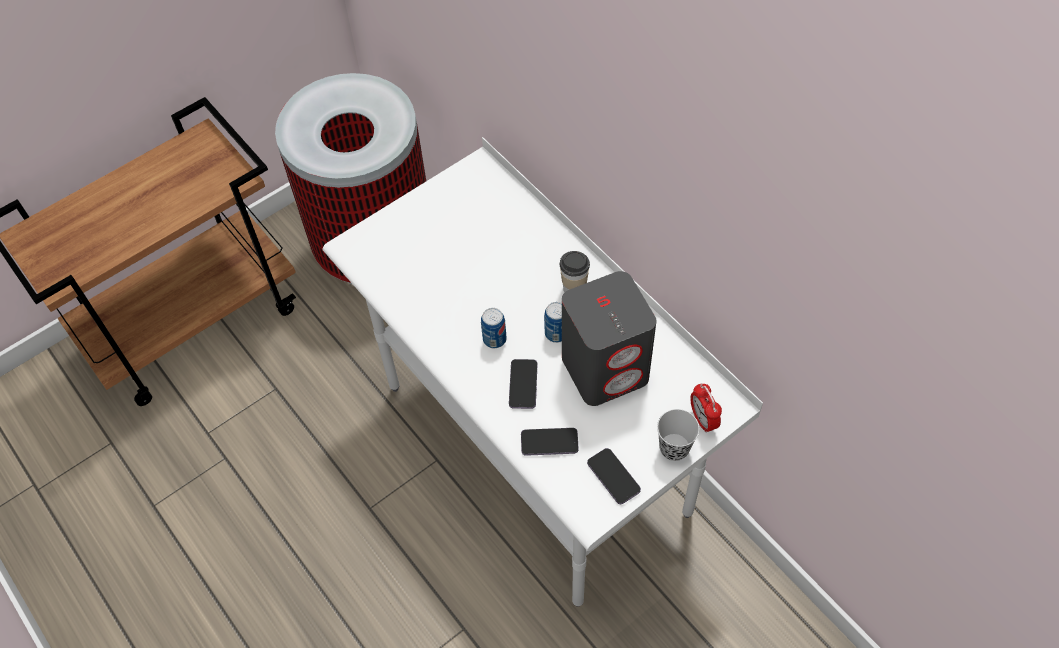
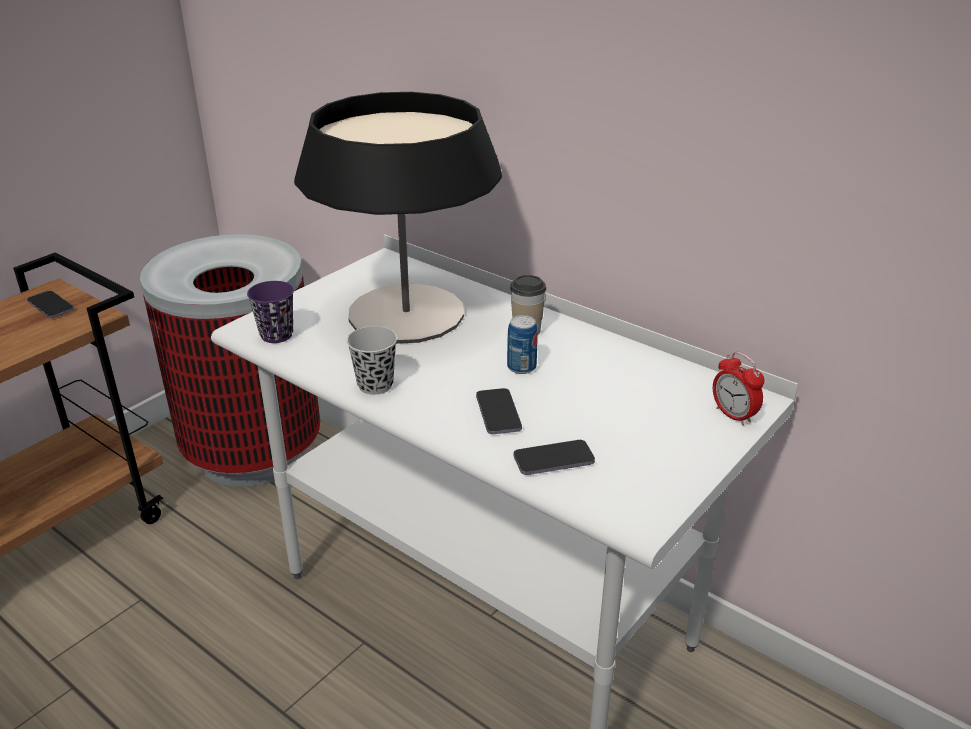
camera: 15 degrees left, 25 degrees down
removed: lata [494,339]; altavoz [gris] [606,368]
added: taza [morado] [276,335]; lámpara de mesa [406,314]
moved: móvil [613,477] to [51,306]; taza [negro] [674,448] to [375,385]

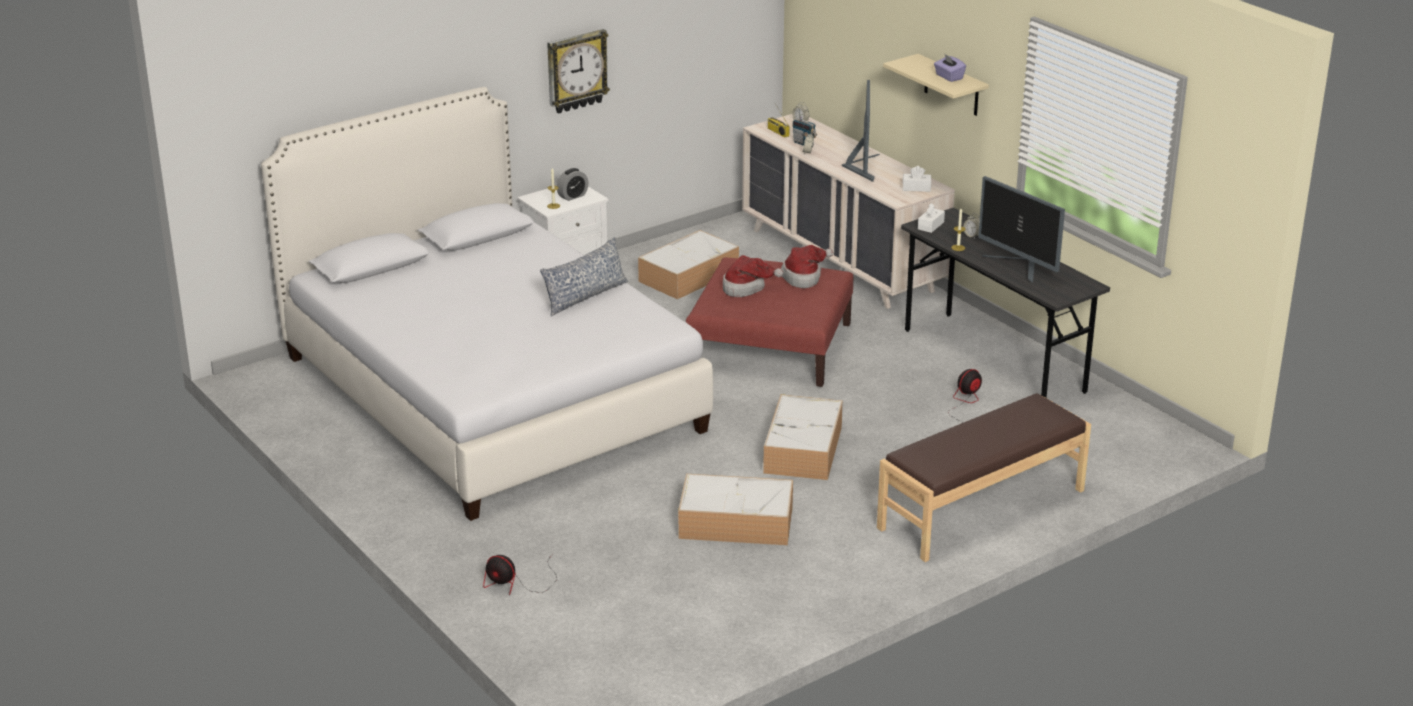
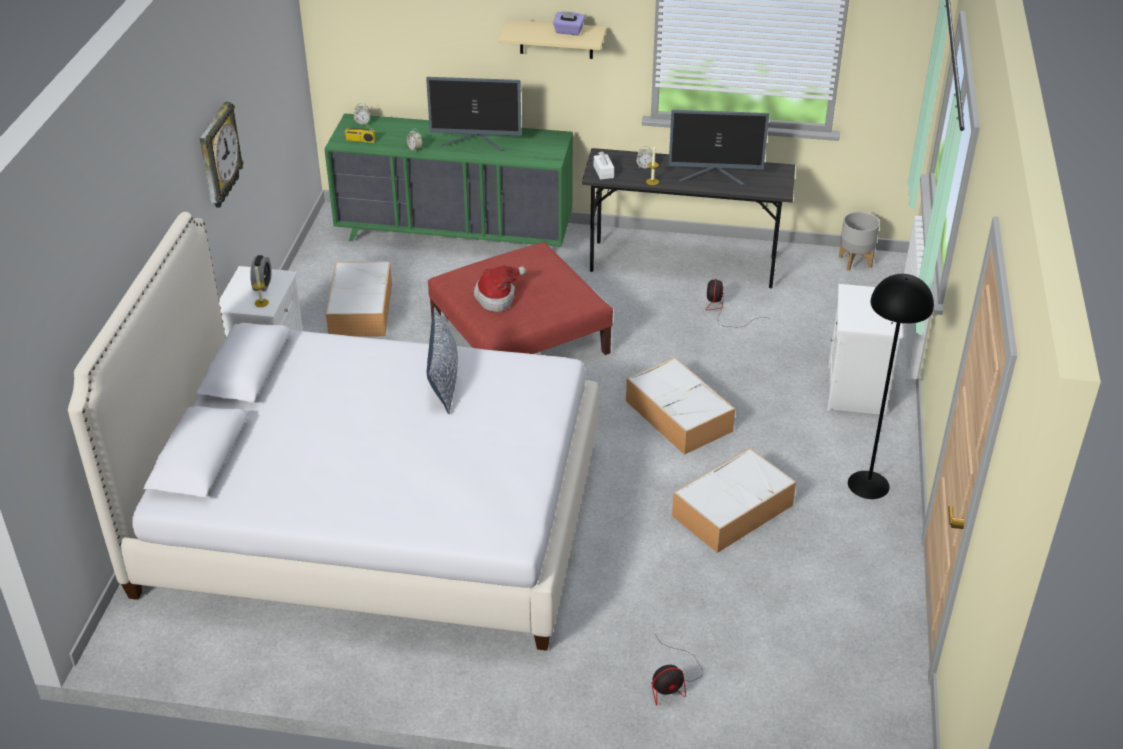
camera: 45 degrees left, 10 degrees up
removed: sombrero [804,277]; radio [803,143]; caja de pañuelos [blanco] [916,188]
added: maceta [gris] [855,261]; lámpara de pie [negro] [868,485]
replaced: banco [marrón] [982,510] to mesita de noche [blanco] [857,391]
recoloured: cómoda [beis] [842,260] to cómoda [verde] [455,234]
turned: monitor [862,167] = [476,142] 135 degrees clockwise

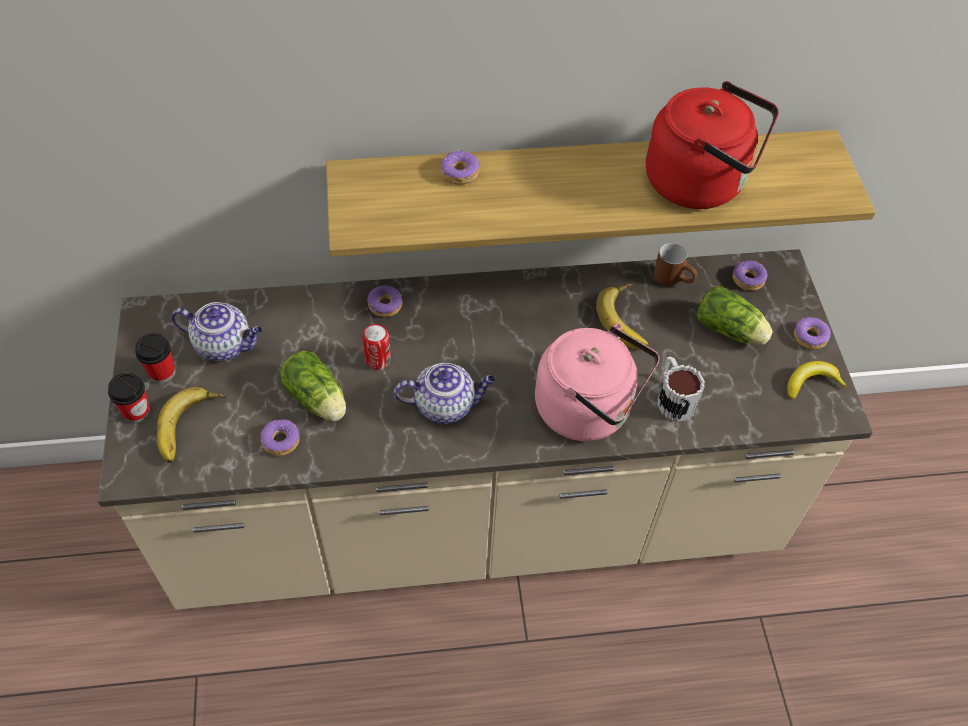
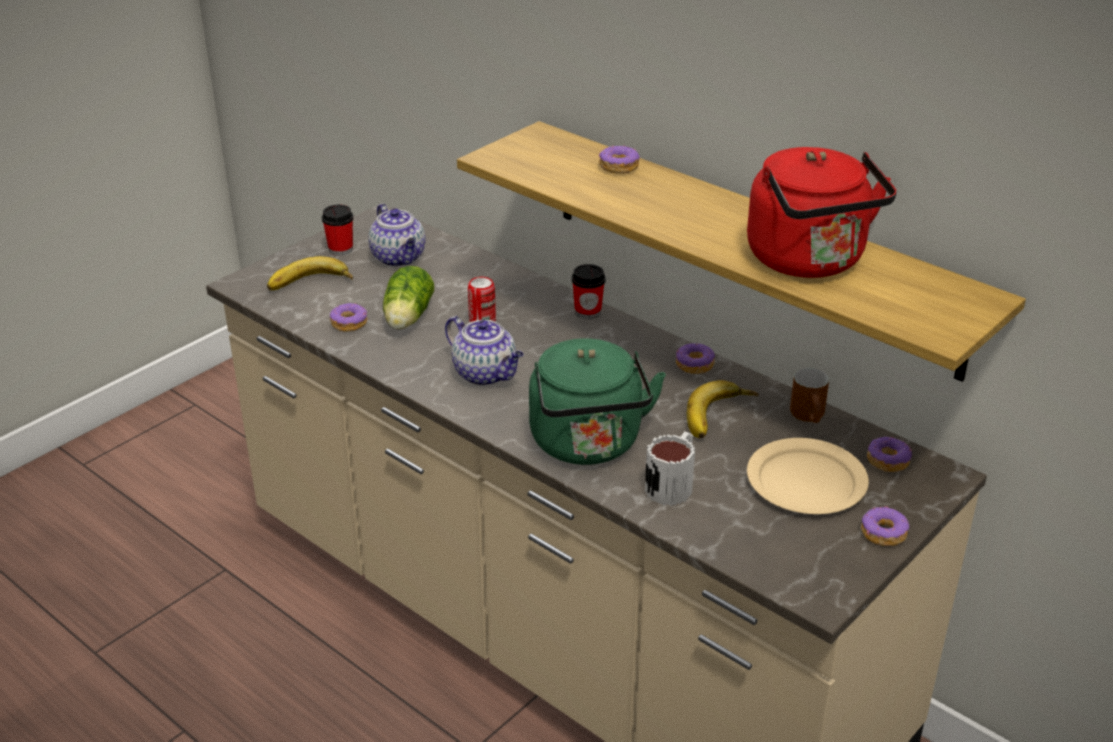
camera: 50 degrees right, 20 degrees down
removed: plátano [811,383]
moved: taza [137,412] to [588,312]; rosquilla [385,305] to [694,365]
replaced: lechuga [731,331] to plato [beis] [807,480]
recoloured: hervidor [rosa] [588,410] to hervidor [verde] [588,445]

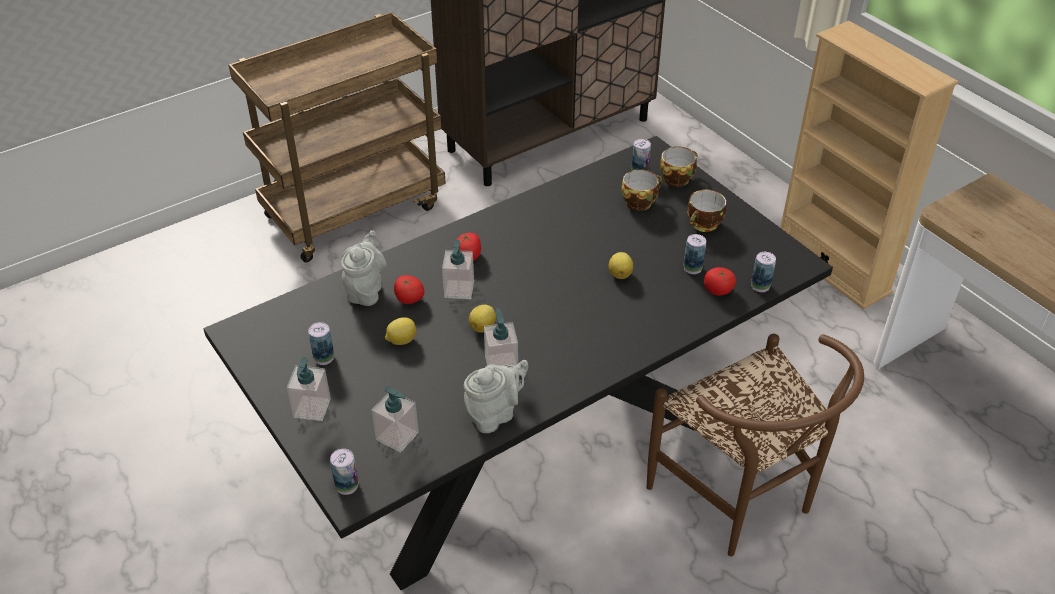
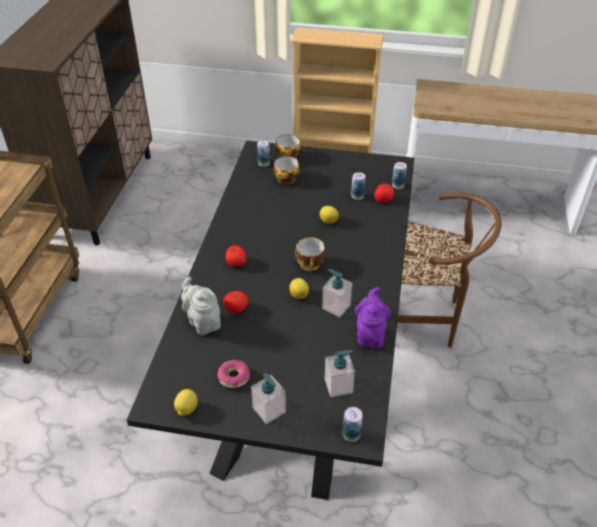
camera: 45 degrees left, 0 degrees up
removed: dispensador de jabón [459,289]
moved: limón [401,340] to [186,409]; taza [704,225] to [311,265]
replaced: lata [324,358] to rosquilla [234,377]
recoloured: tetera [gris] [495,414] to tetera [morado] [370,334]

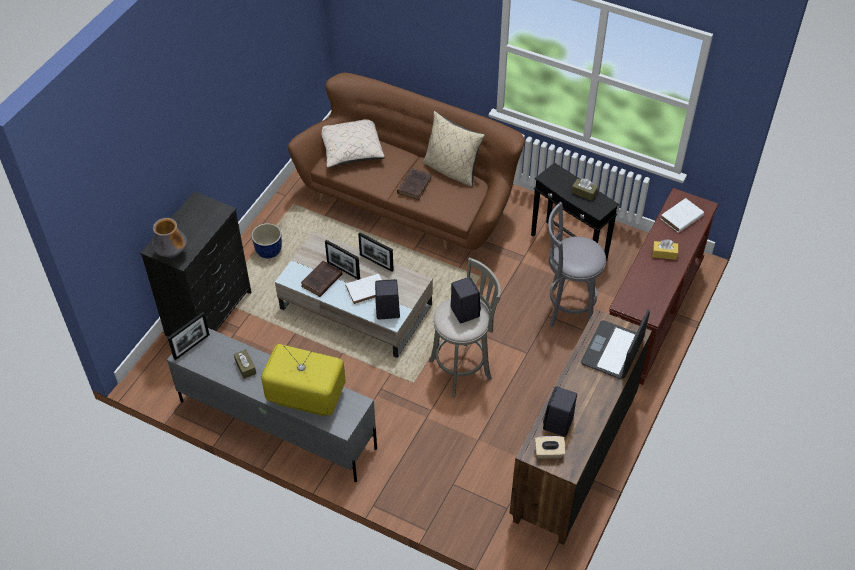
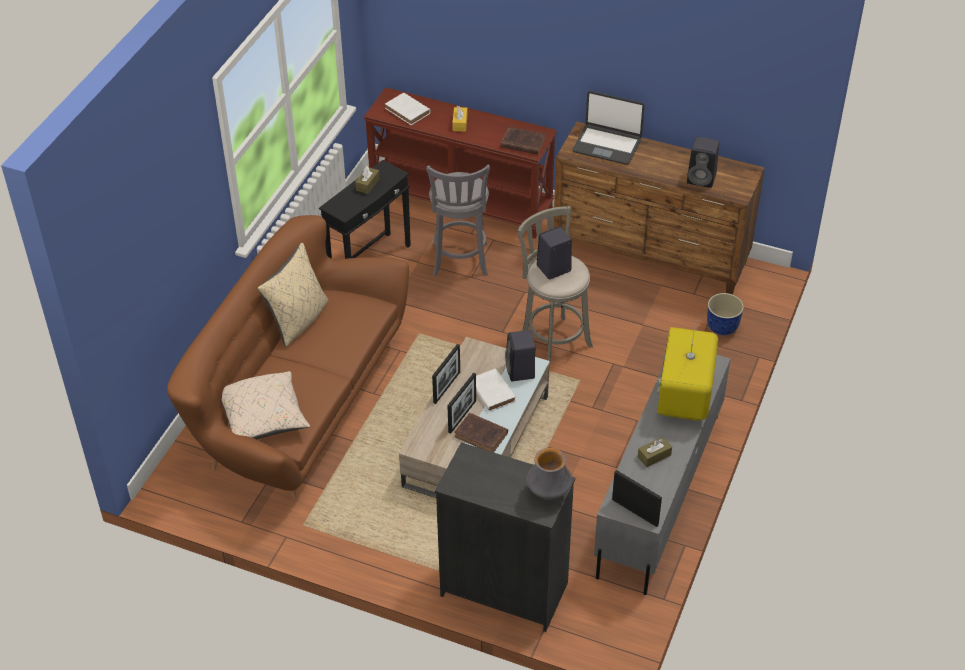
camera: 95 degrees left, 5 degrees down
removed: caja de pañuelos [beis] [549,453]
moved: maceta [268,251] to [722,328]; libro [marrón] [415,185] to [521,143]

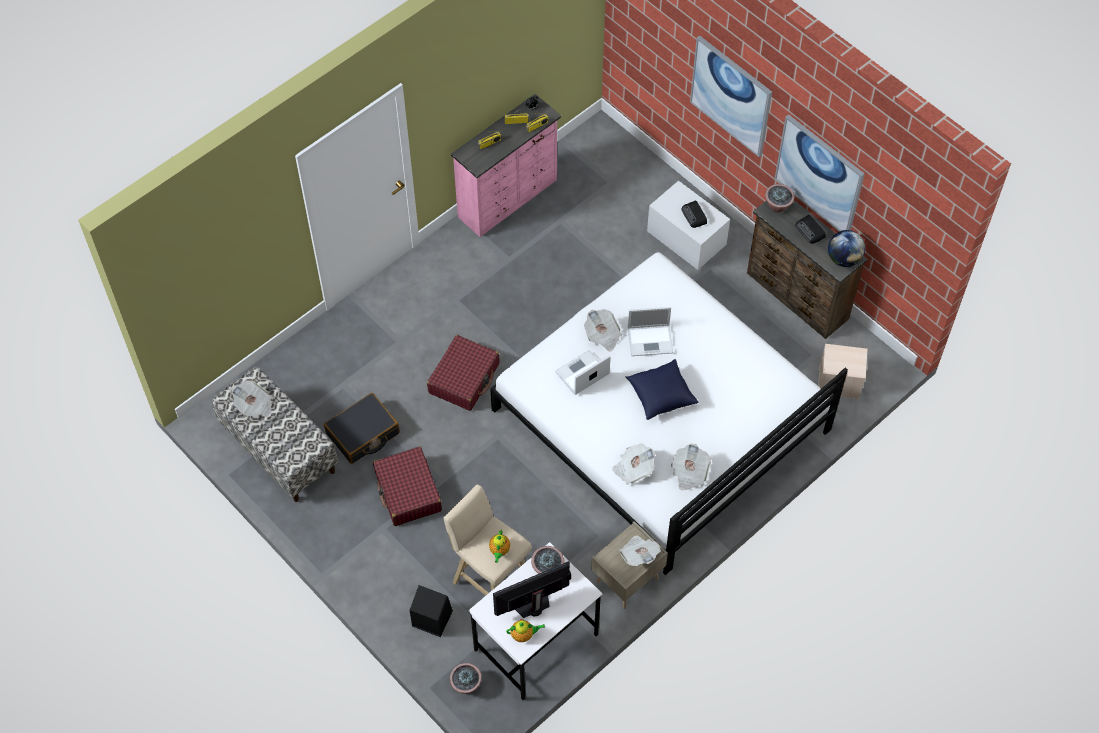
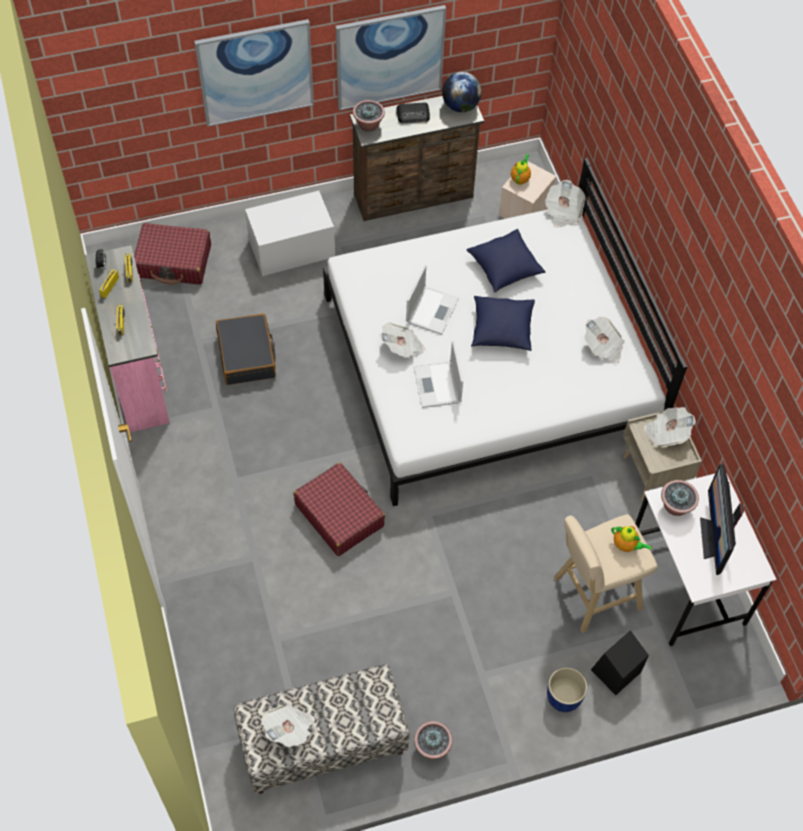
camera: 65 degrees left, 0 degrees up
removed: radio [694,216]
added: cojín [azul] [504,268]; maceta [azul] [563,697]
moved: maleta [negro] [363,434] to [247,355]; maleta [rojo] [408,492] to [174,261]; planta en maceta [466,685] to [432,747]; tetera [523,635] to [520,178]; periódico [633,469] to [563,212]

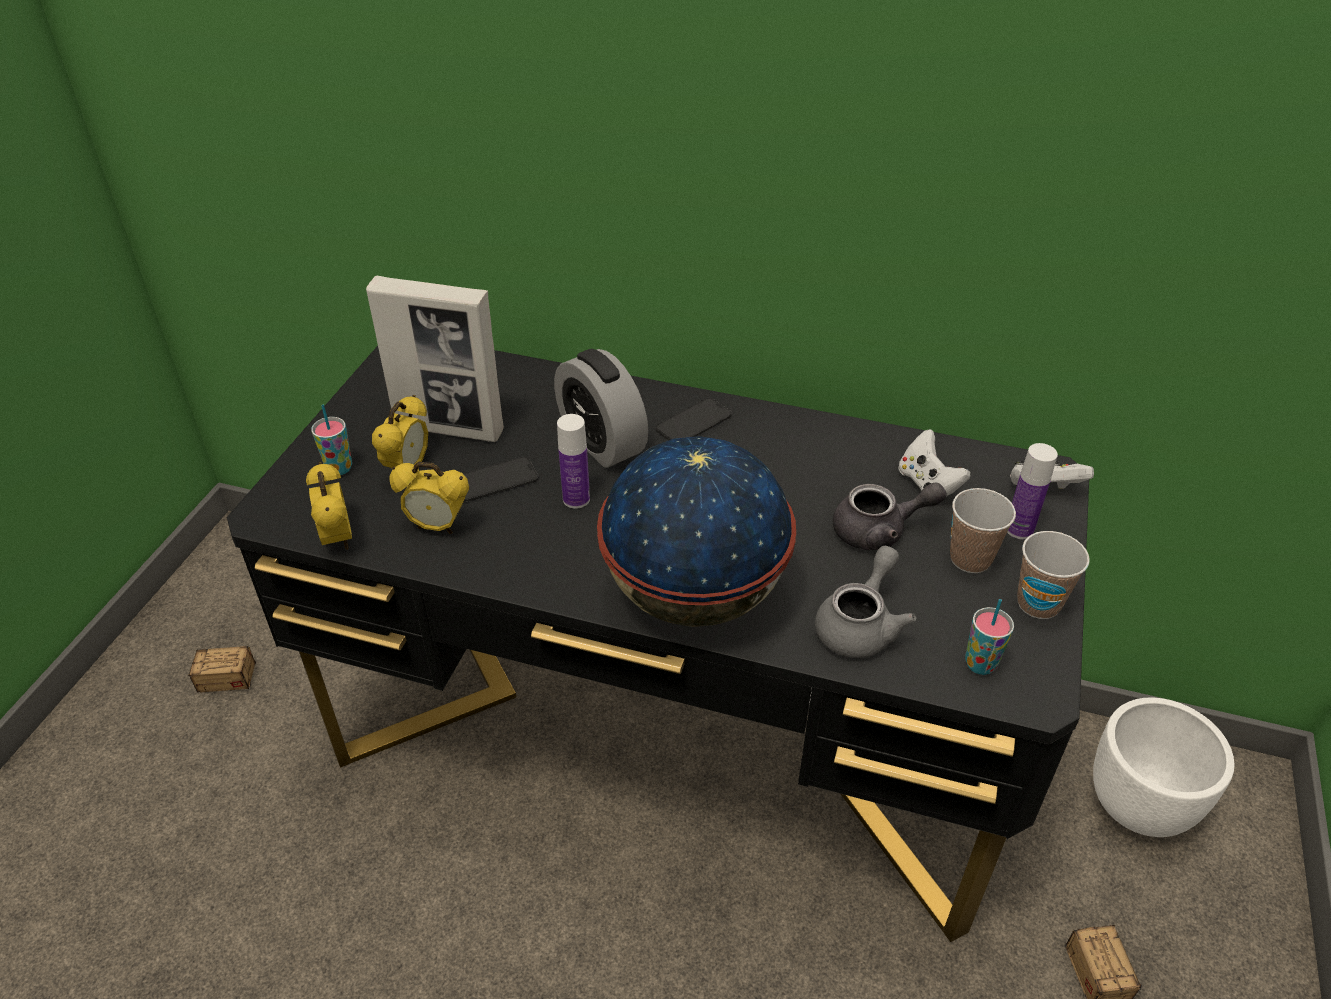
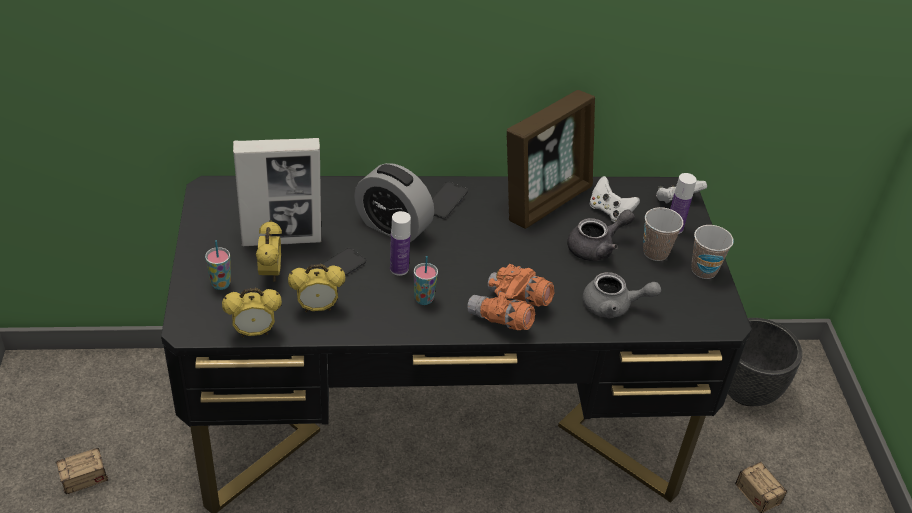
camera: 25 degrees left, 0 degrees up
added: portarretratos [545,200]
moved: taza [980,664] to [424,299]
replaced: globo terráqueo [694,596] to prismáticos [naranja] [509,313]
recoloured: maceta [blanco] [1138,807] to maceta [negro] [746,391]
turned: despertador [338,539] = [254,332] 120 degrees clockwise; tetera [gris] [860,625] = [613,306] 90 degrees clockwise

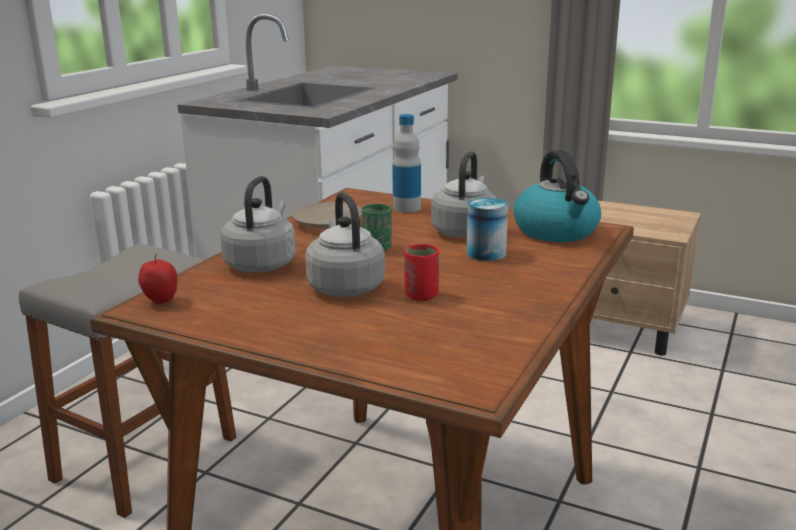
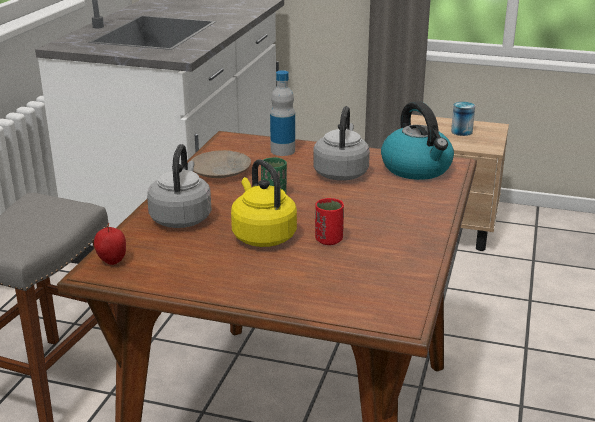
camera: 10 degrees left, 5 degrees up
moved: lata [486,253] to [461,132]
recoloured: hervidor [gris] [344,286] to hervidor [amarillo] [262,236]

